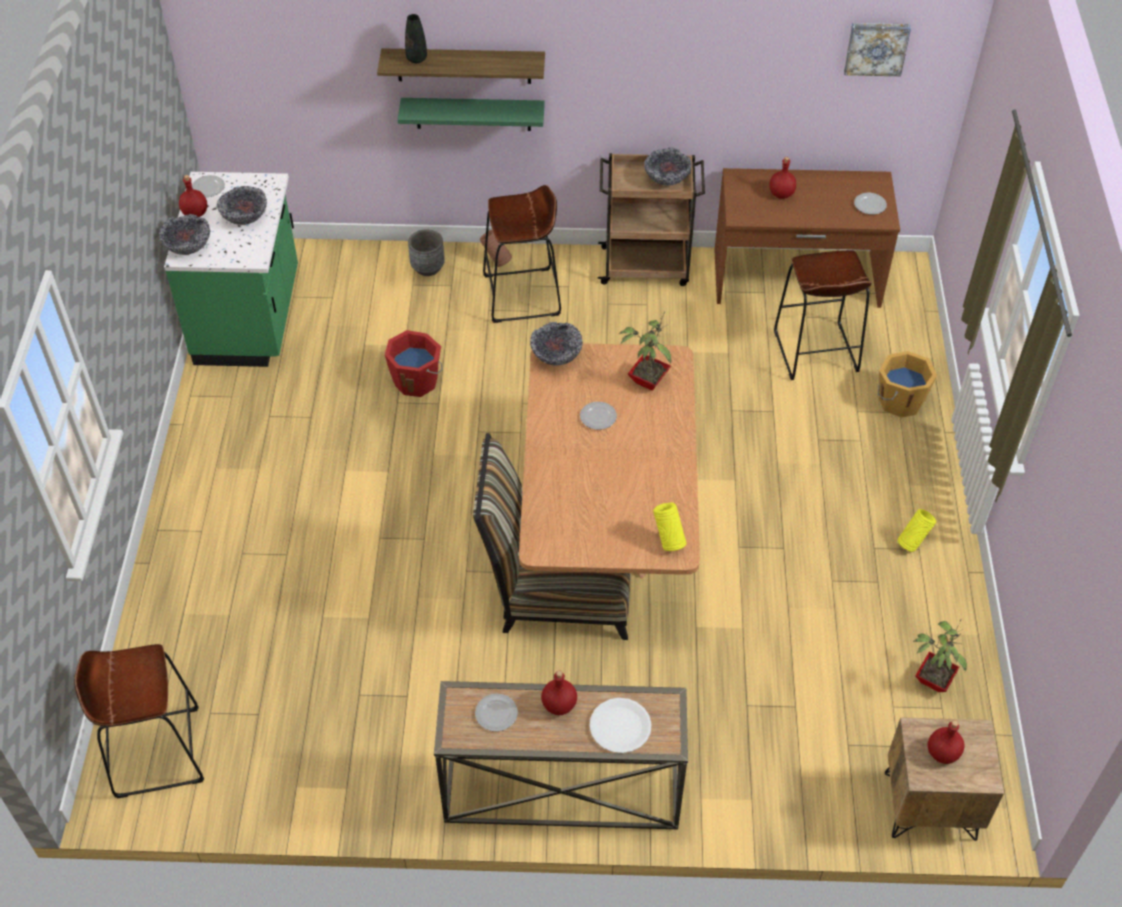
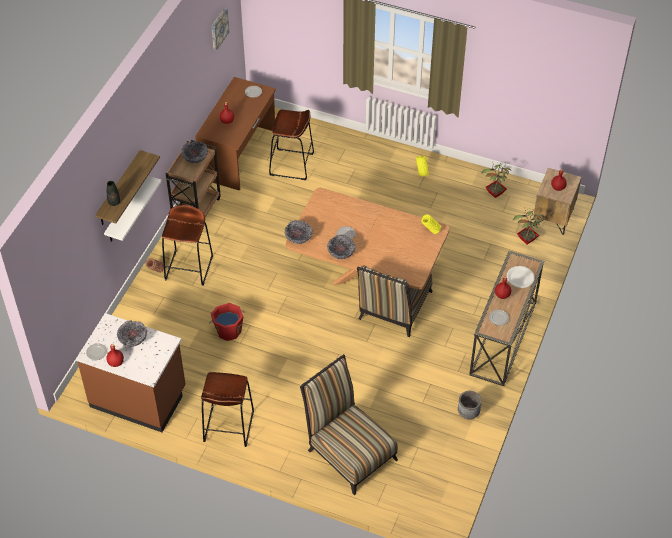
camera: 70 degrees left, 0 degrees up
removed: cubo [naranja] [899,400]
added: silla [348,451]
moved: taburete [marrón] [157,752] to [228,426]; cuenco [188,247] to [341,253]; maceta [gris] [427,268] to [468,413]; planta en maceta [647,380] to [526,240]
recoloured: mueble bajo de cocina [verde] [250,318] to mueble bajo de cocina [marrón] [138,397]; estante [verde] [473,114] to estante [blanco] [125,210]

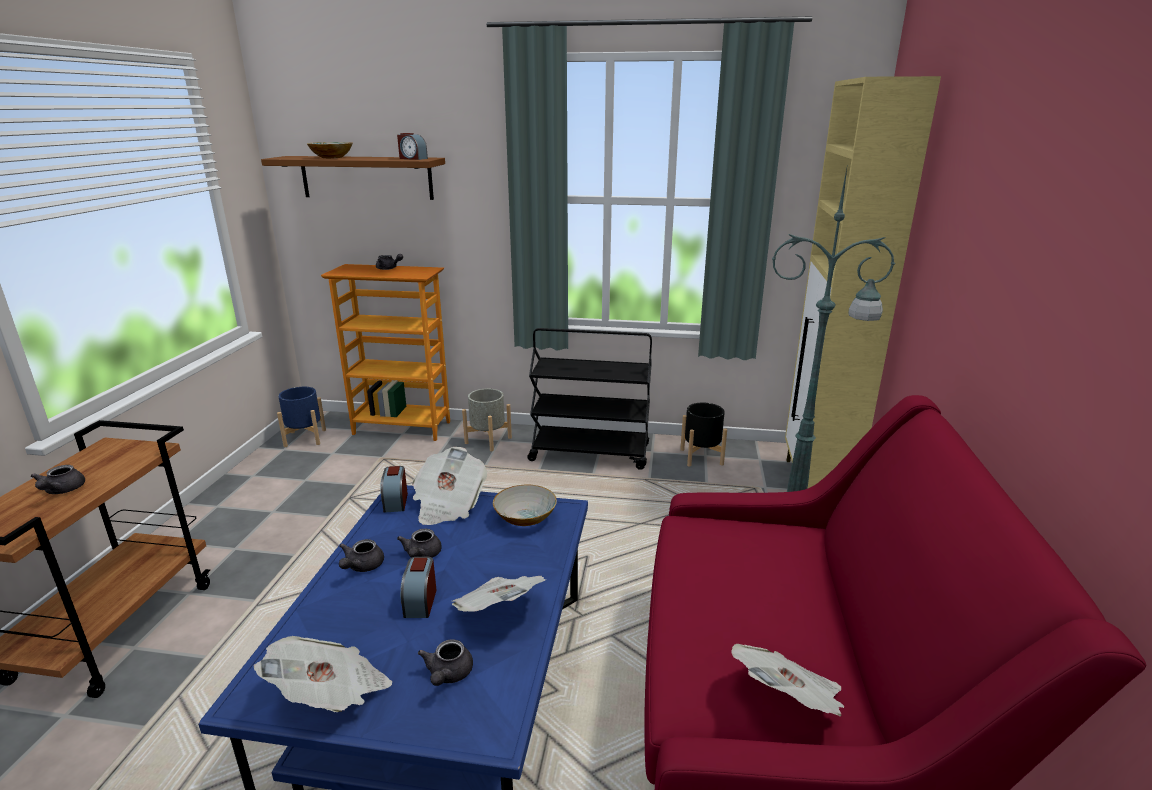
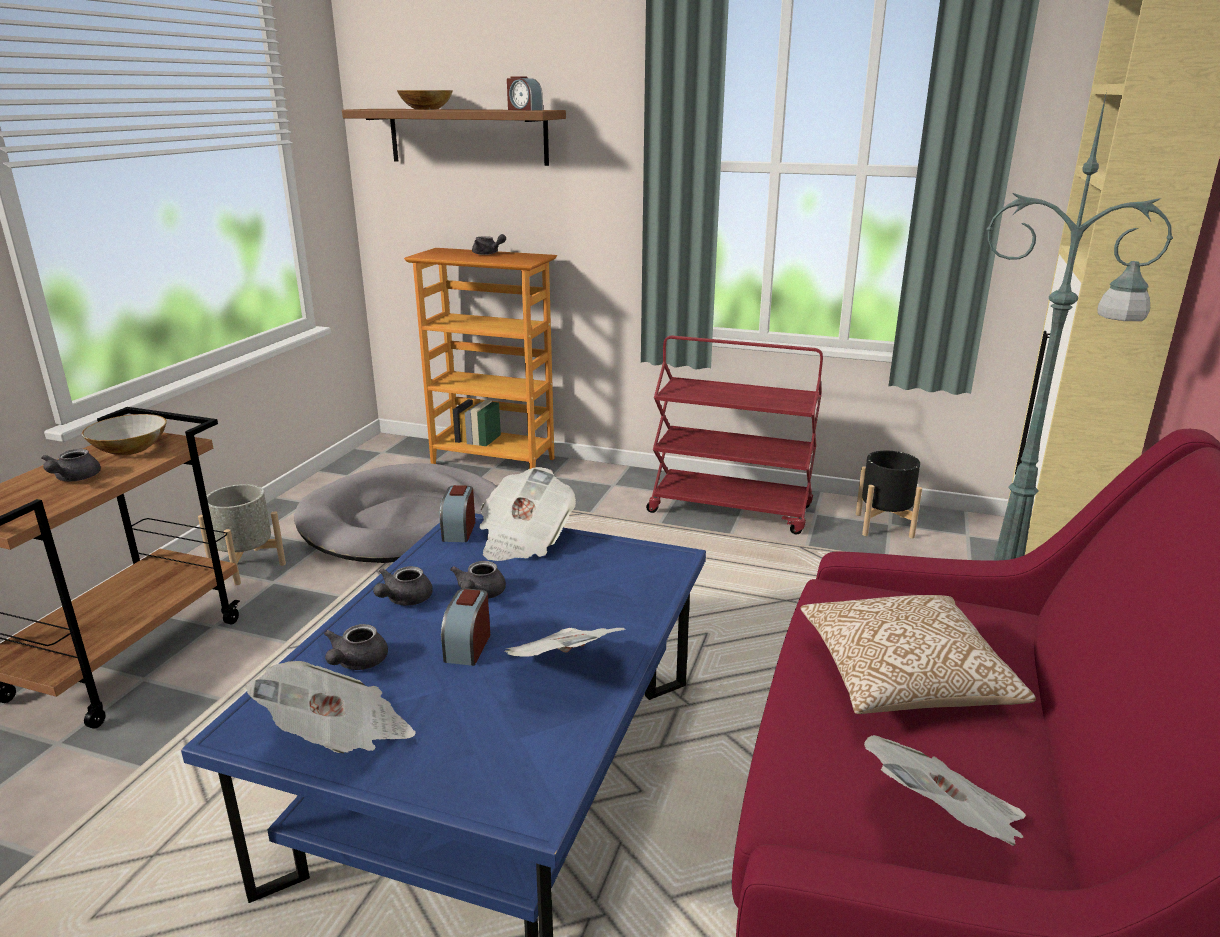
camera: 10 degrees right, 0 degrees up
removed: maceta [azul] [305,438]
added: cama para perro [gris] [405,521]; cojín [903,679]
moved: tetera [gris] [448,675] to [356,663]; maceta [gris] [488,440] to [247,566]; cuenco [524,518] to [129,449]
recoloured: carrito [negro] [590,453] to carrito [rojo] [731,509]

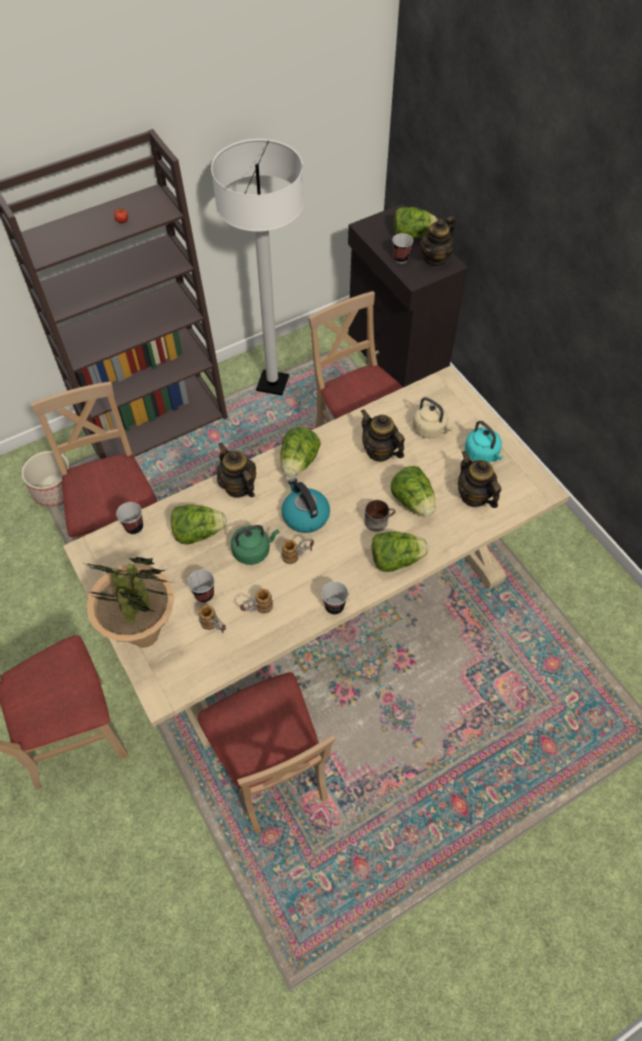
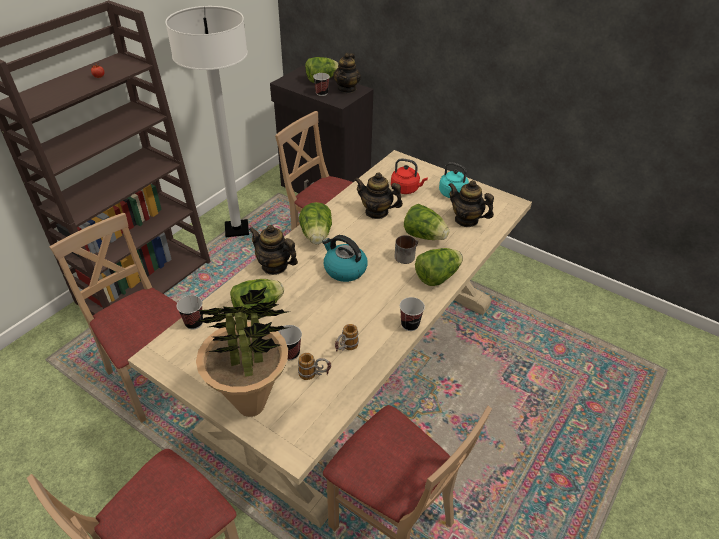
camera: 25 degrees left, 15 degrees down
removed: maceta [55,489]; hervidor [verde] [253,551]; taza grande [298,555]
recoloured: hervidor [beis] [430,429] to hervidor [rojo] [406,189]

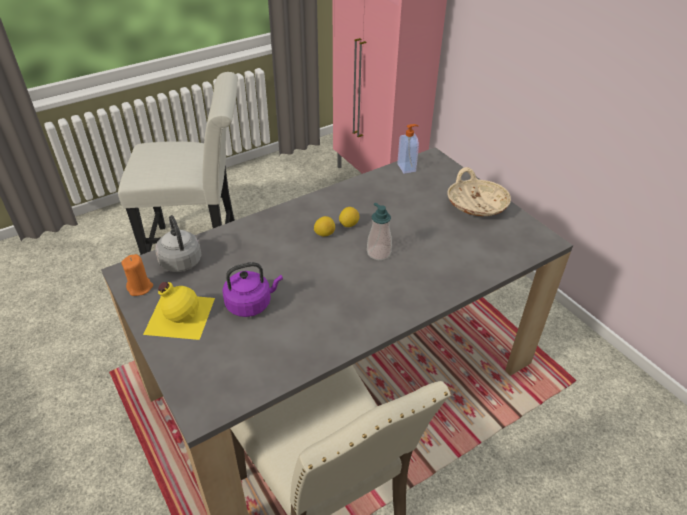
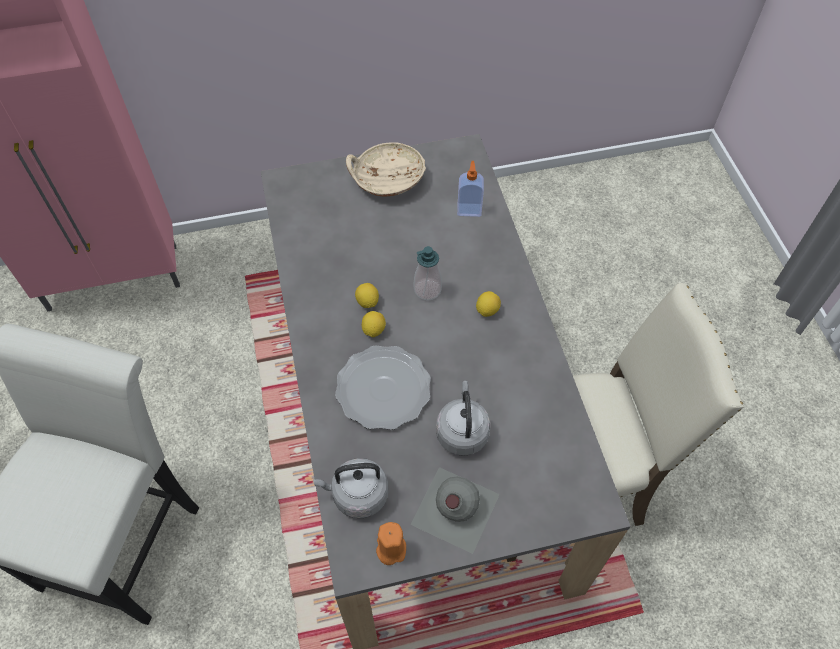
camera: 70 degrees left, 15 degrees up
added: plato [382,389]; limón [487,310]
moved: dispensador de jabón [407,167] to [469,209]
recoloured: botella [amarillo] [179,314] to botella [gris] [453,509]; hervidor [morado] [251,304] to hervidor [gris] [462,431]

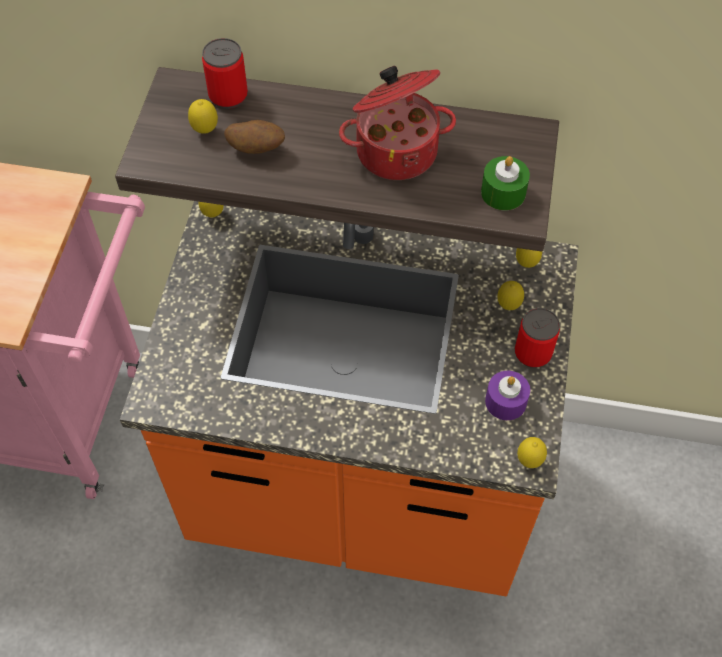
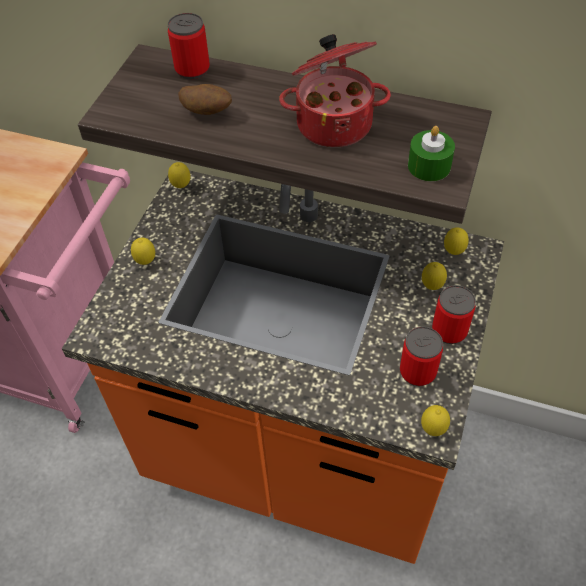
camera: 10 degrees right, 5 degrees down
moved: limón [205,131] to [146,262]
replaced: vela [morado] [505,401] to lata [417,372]

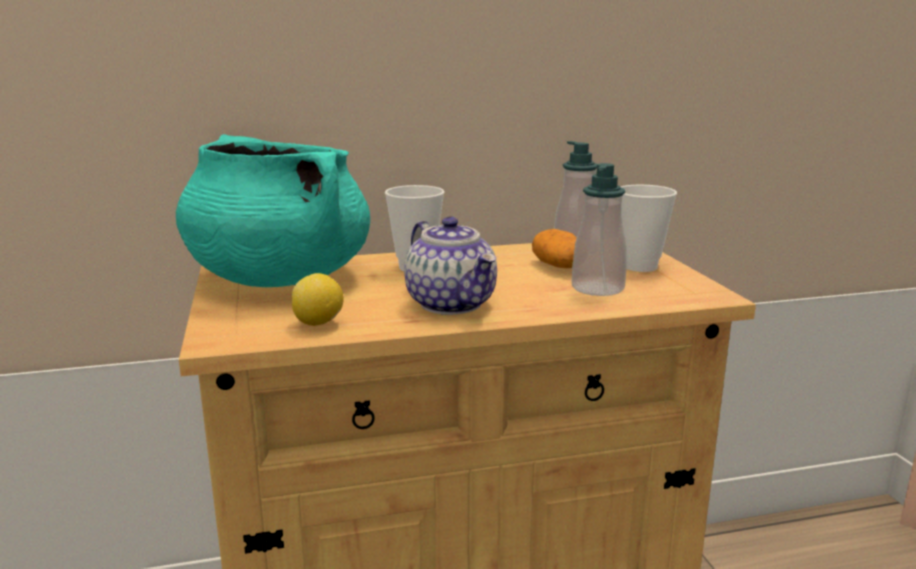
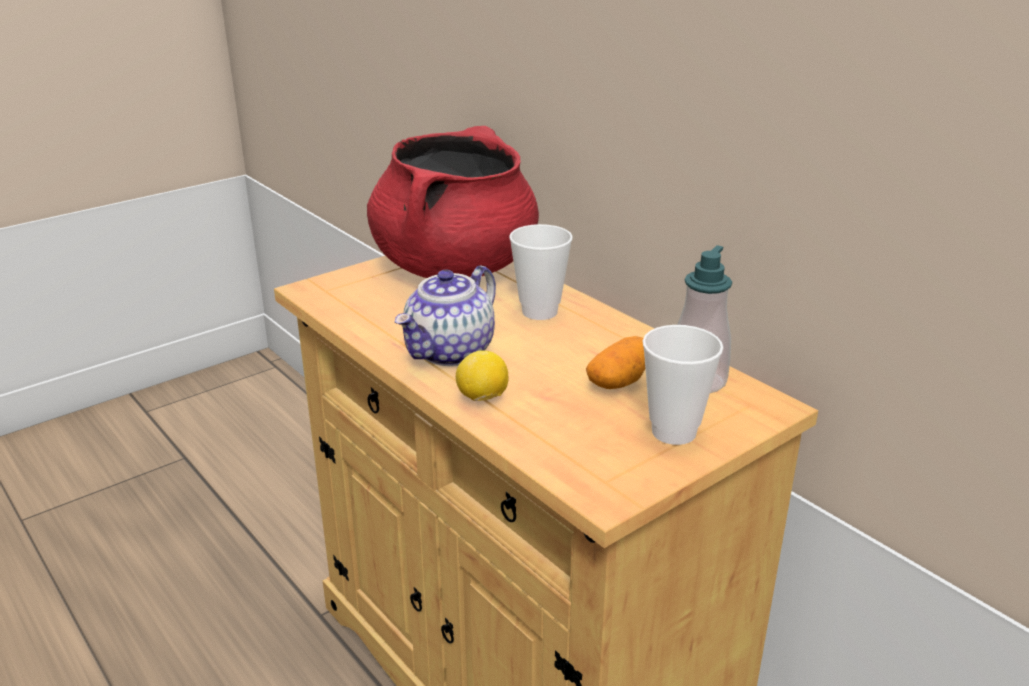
camera: 65 degrees right, 10 degrees up
removed: dispensador de jabón [597,288]
moved: limón [319,324] to [482,398]
recoloured: olla [turquesa] [279,278] to olla [rojo] [455,267]

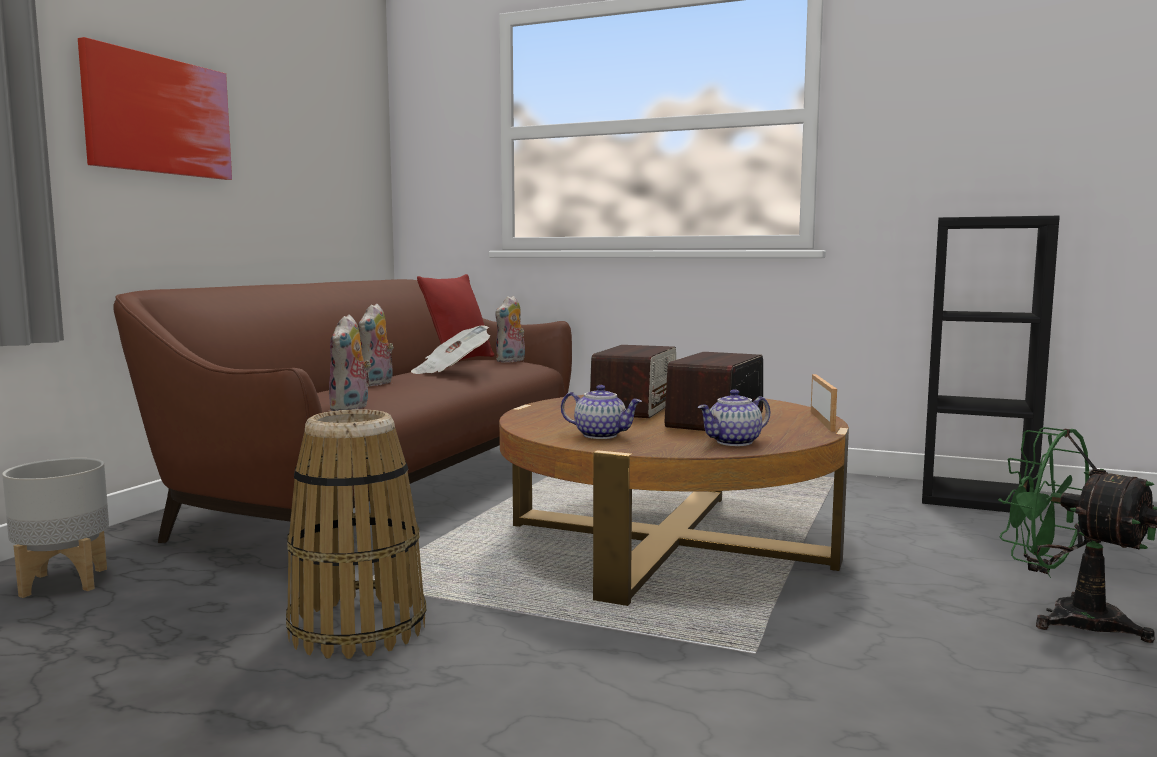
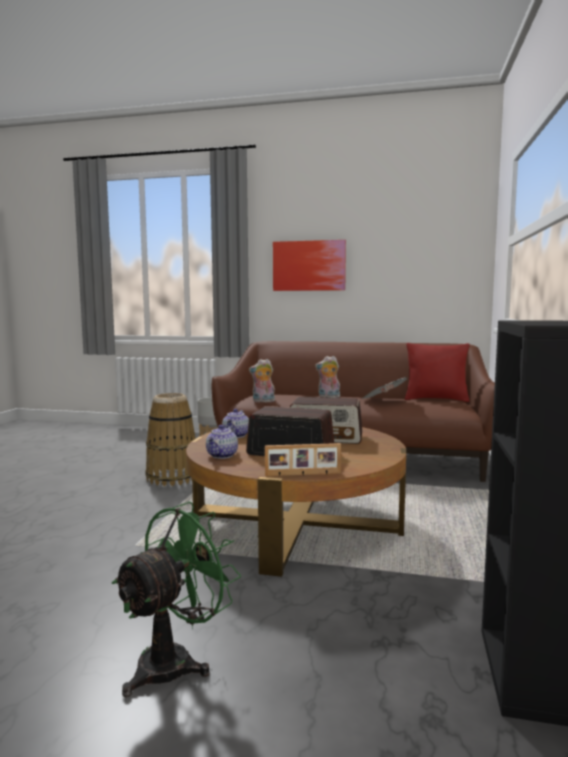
camera: 80 degrees right, 0 degrees up
removed: peluche [511,361]
turned: tetera [734,442] = [222,456] 120 degrees counterclockwise

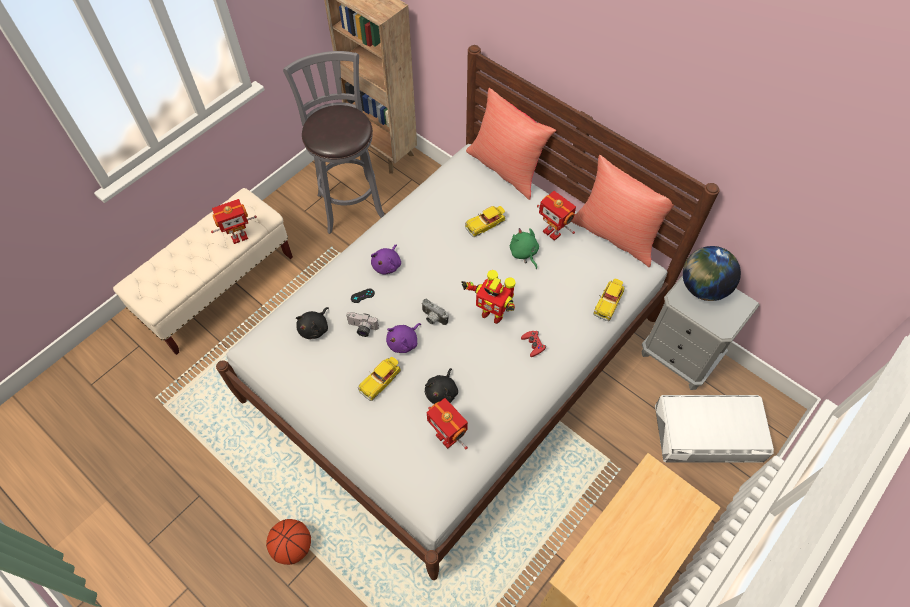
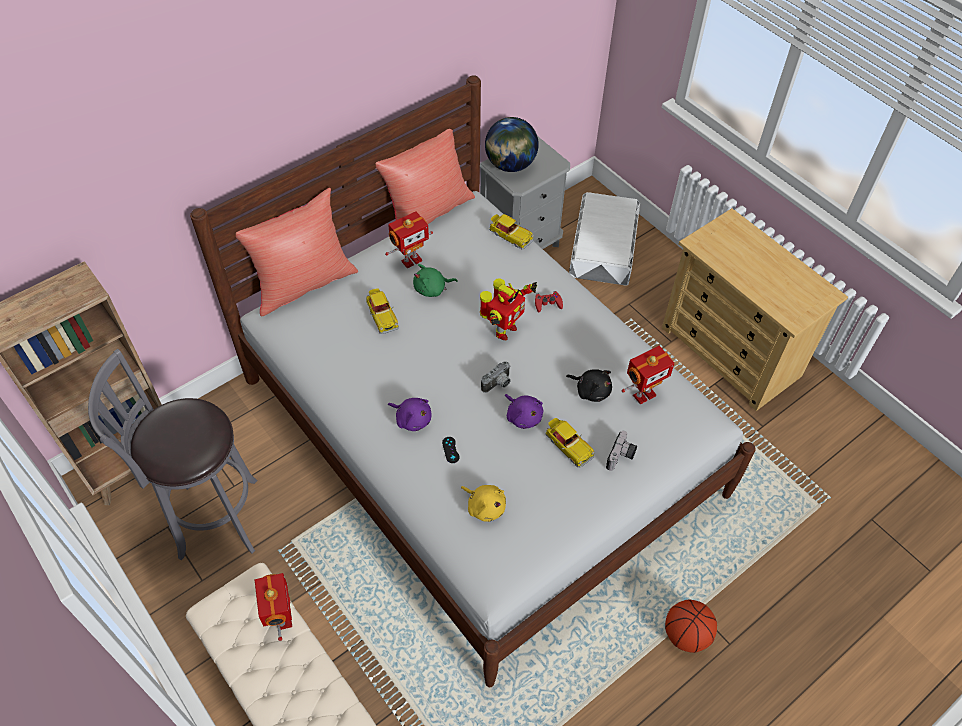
camera: 80 degrees left, 5 degrees down
moved: cámara [362,329] to [621,457]
recoloured: peluche [negro] [315,328] to peluche [amarillo] [485,506]

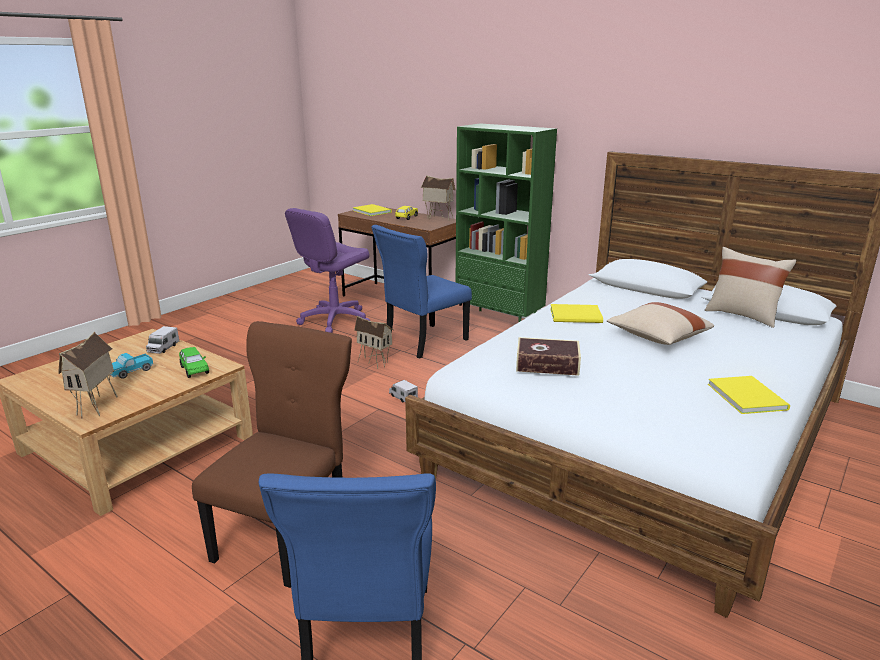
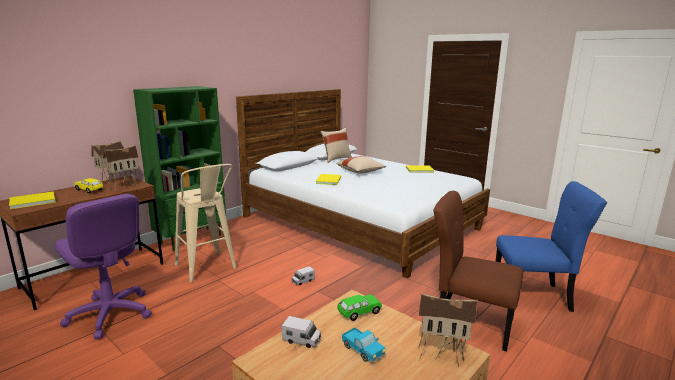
camera: 85 degrees left, 5 degrees down
removed: libro [547,364]
moved: casita [375,363] to [124,186]
replaced: silla [azul] [423,342] to taburete [beis] [208,269]

